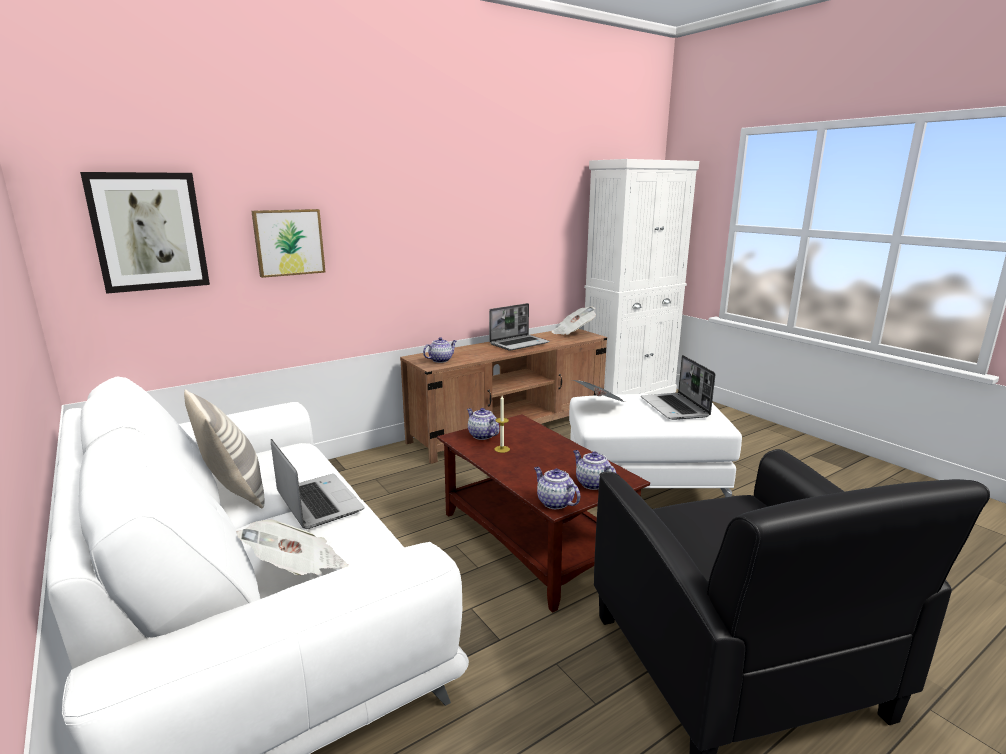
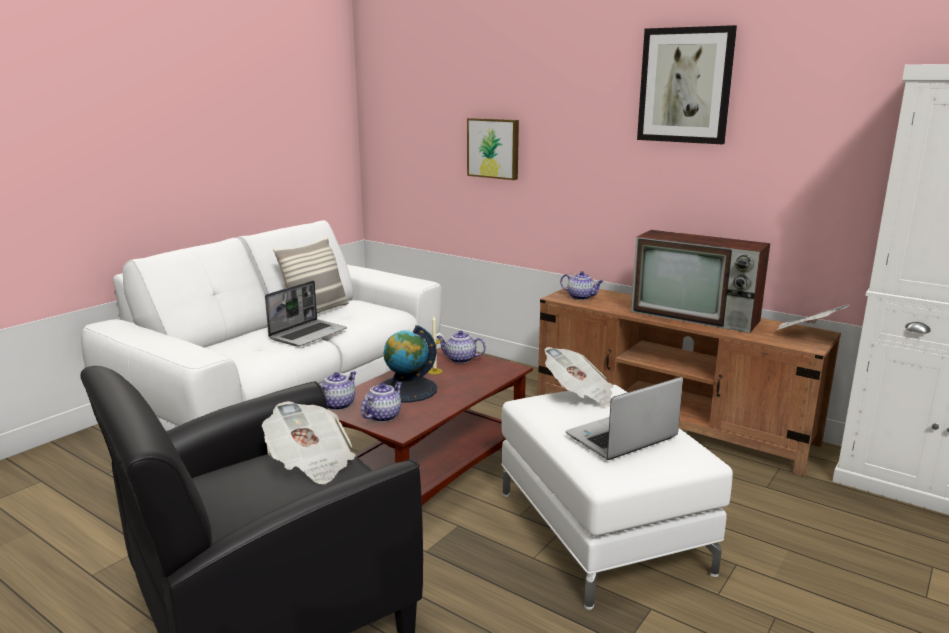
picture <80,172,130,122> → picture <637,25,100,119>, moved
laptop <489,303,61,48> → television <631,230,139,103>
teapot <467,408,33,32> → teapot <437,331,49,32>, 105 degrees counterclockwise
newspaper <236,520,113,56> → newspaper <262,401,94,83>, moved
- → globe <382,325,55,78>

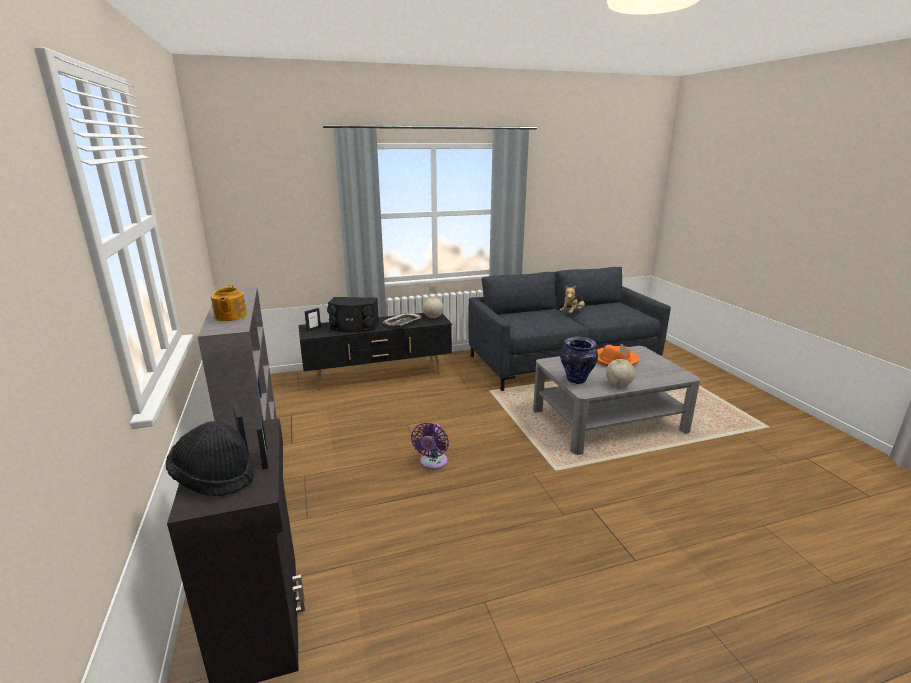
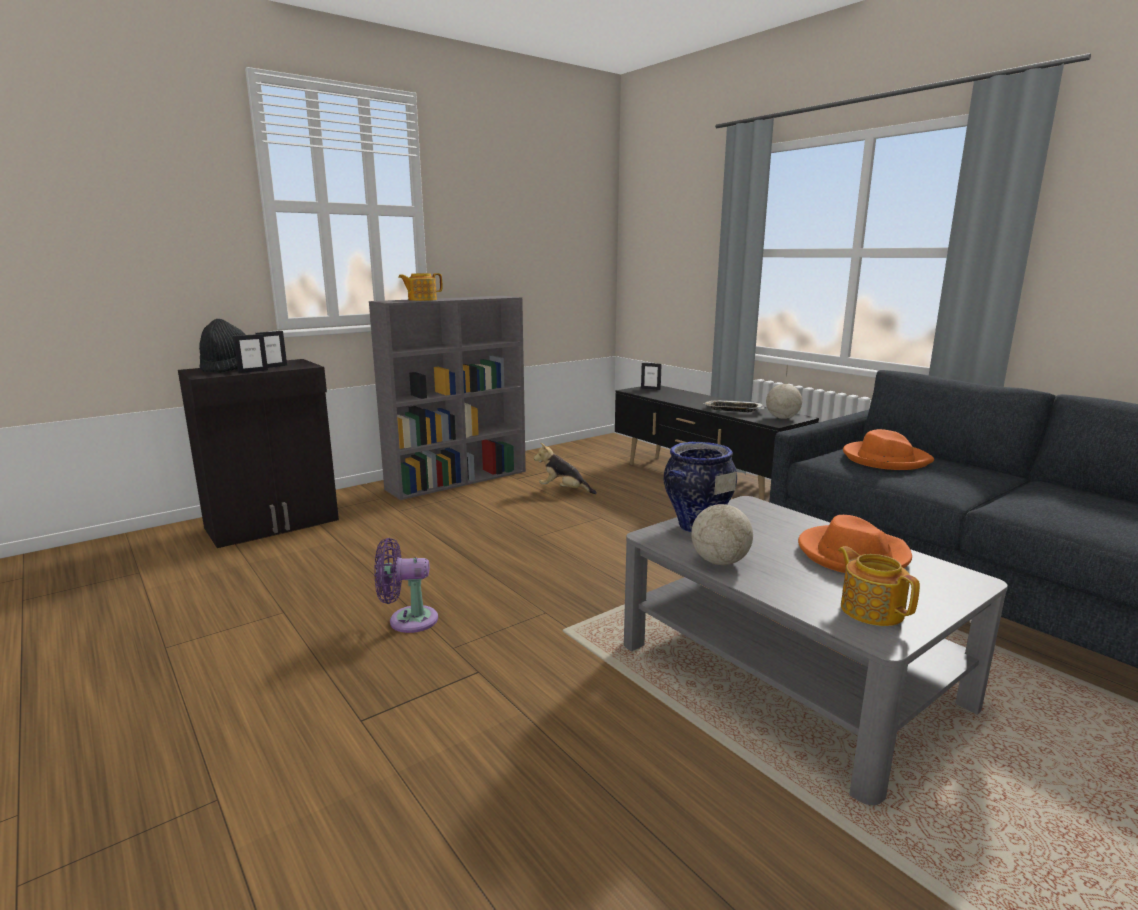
plush toy <560,286,25,27> → plush toy <534,443,63,51>, moved
speaker in black <327,297,52,36> → -
fan in purple <411,422,38,48> → fan in purple <374,538,64,95>, moved
- → hat in orange <843,429,91,41>
- → teapot <838,546,82,80>

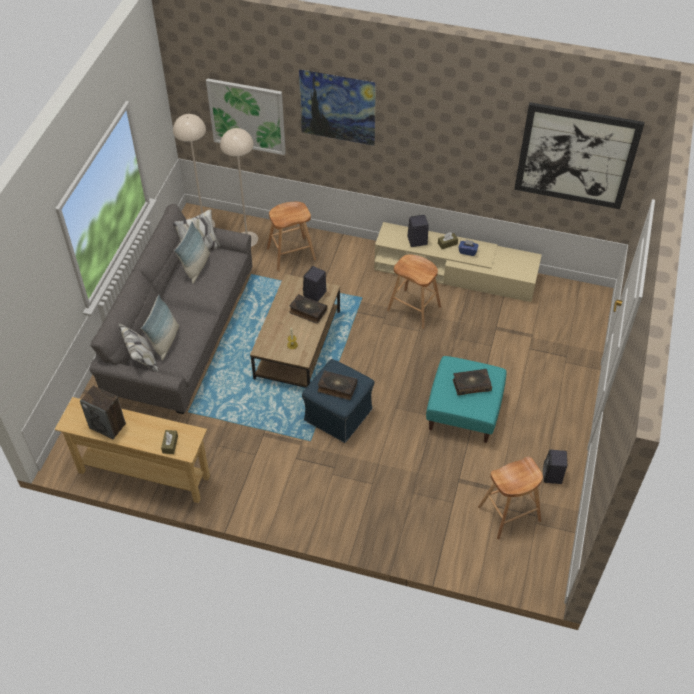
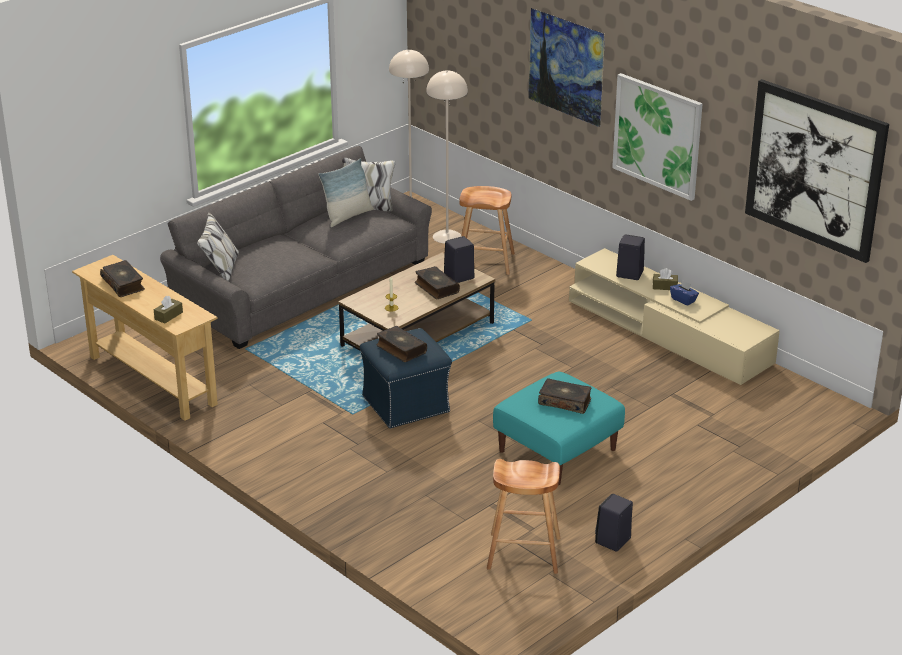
picture <206,78,80,77> → picture <612,73,91,128>, moved
stool in brown <387,254,54,75> → -
pillow <141,294,38,67> → -
speaker <80,386,46,54> → book <100,260,45,37>

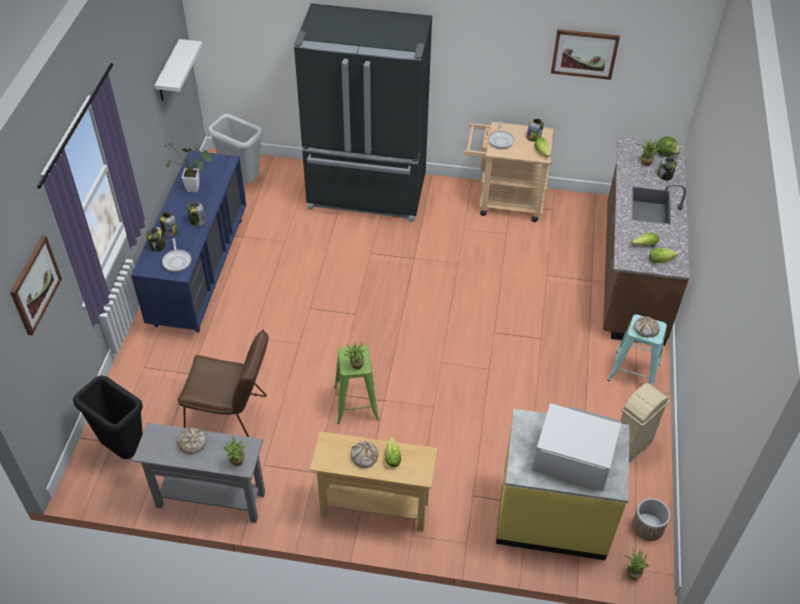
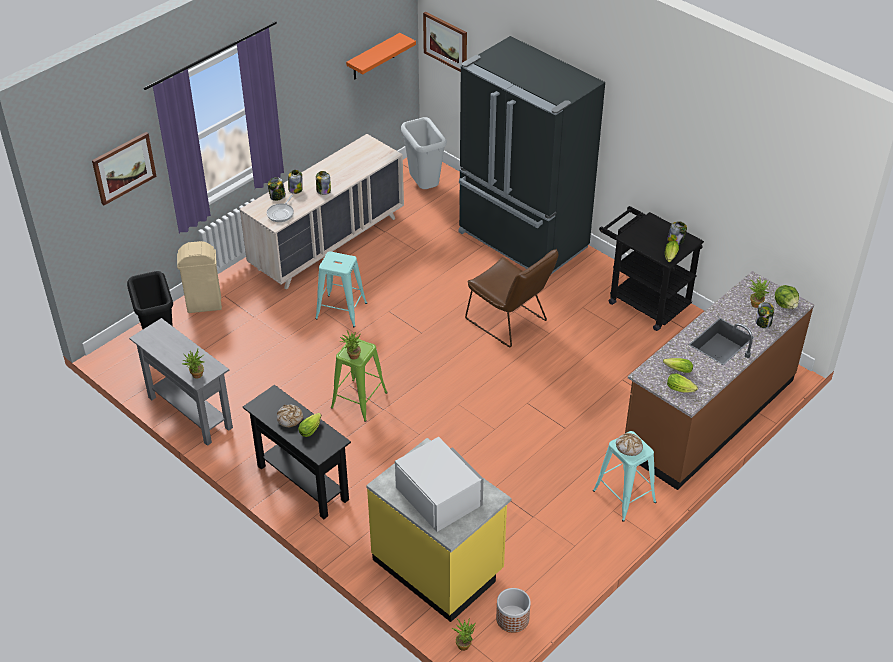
picture <551,29,69,51> → picture <423,12,44,60>, moved
shelf in white <155,39,48,62> → shelf in orange <346,33,70,47>
frying pan <488,121,26,28> → -
cart in beige <464,122,90,100> → cart in black <599,206,105,125>
potted plant <165,143,47,49> → -
dresser in blue <131,151,115,182> → dresser in beige <240,134,164,155>
chair in brown <177,329,92,108> → chair in brown <465,249,93,98>, moved
trash can in beige <620,383,49,80> → trash can in beige <177,241,45,72>, moved
bread <177,428,30,26> → -
console table in beige <310,431,128,101> → console table in black <243,385,108,134>
- → stool in turquoise <315,251,52,76>

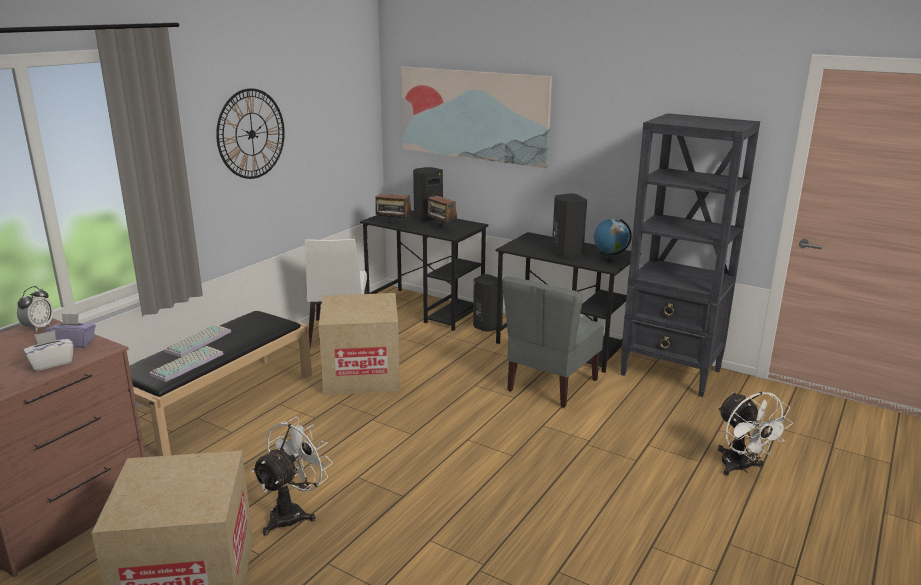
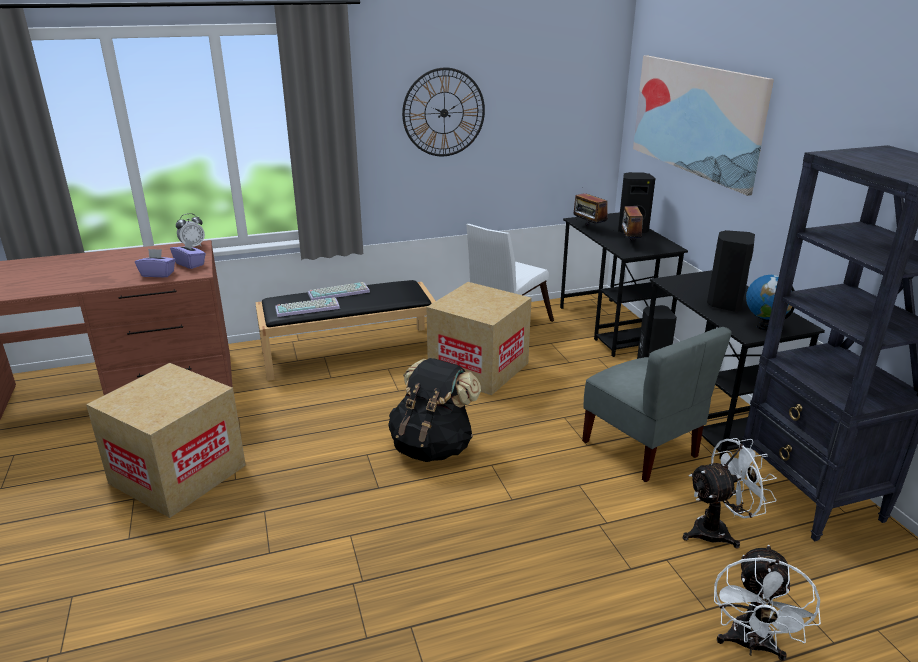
chair in grey <502,277,102,131> → chair in grey <582,327,150,155>, 105 degrees counterclockwise
tissue box in white <23,330,51,41> → tissue box in purple <135,249,40,28>
fan in white <251,417,82,119> → fan in white <683,438,94,111>, moved
- → backpack in black <388,358,93,104>

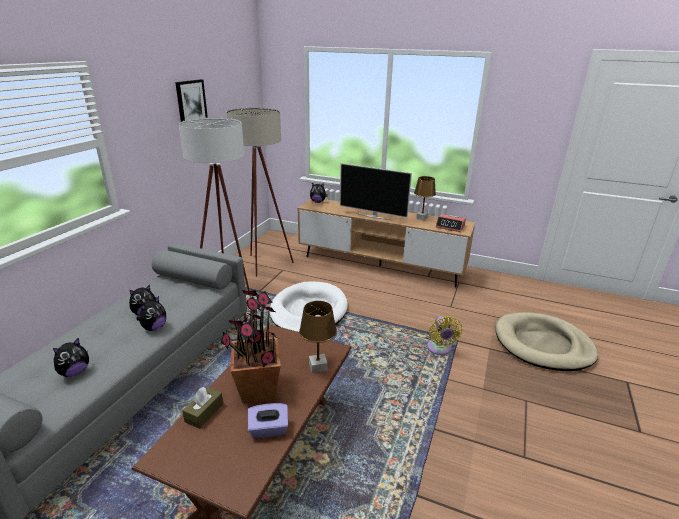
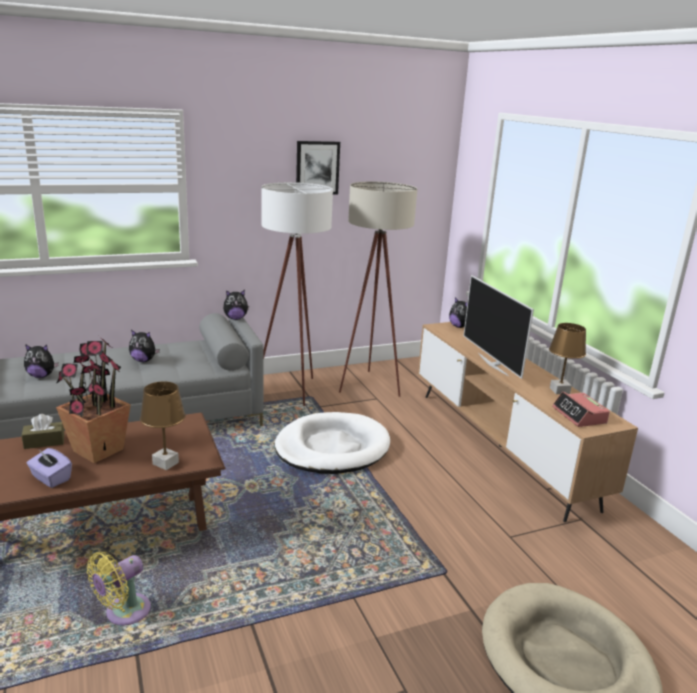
plush toy <137,296,29,35> → plush toy <223,290,26,30>, moved
fan in yellow <427,316,35,39> → fan in yellow <87,552,64,73>, moved

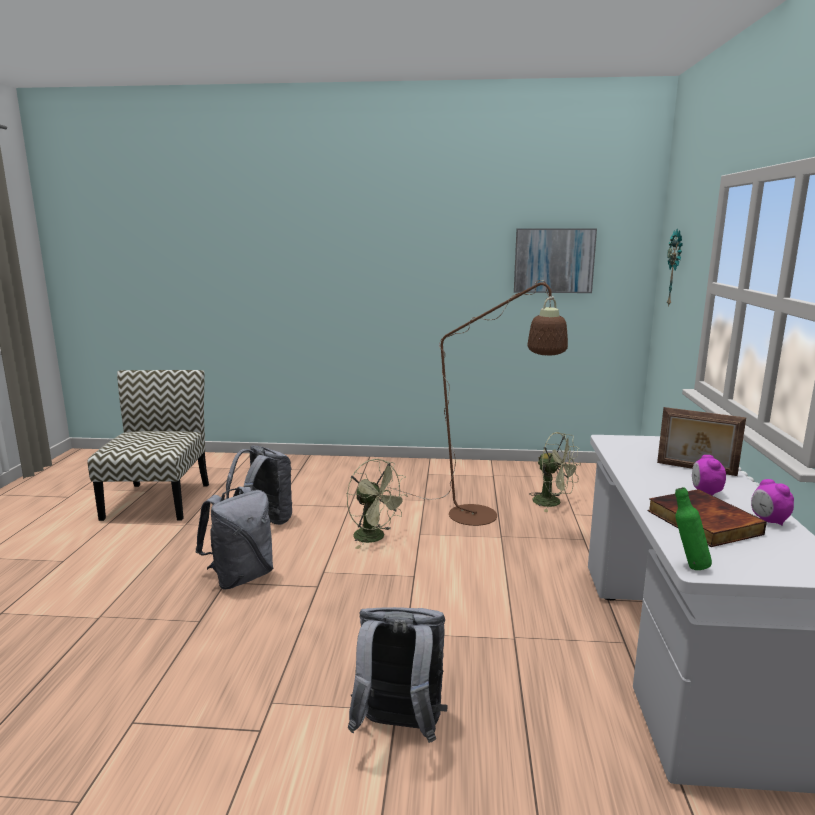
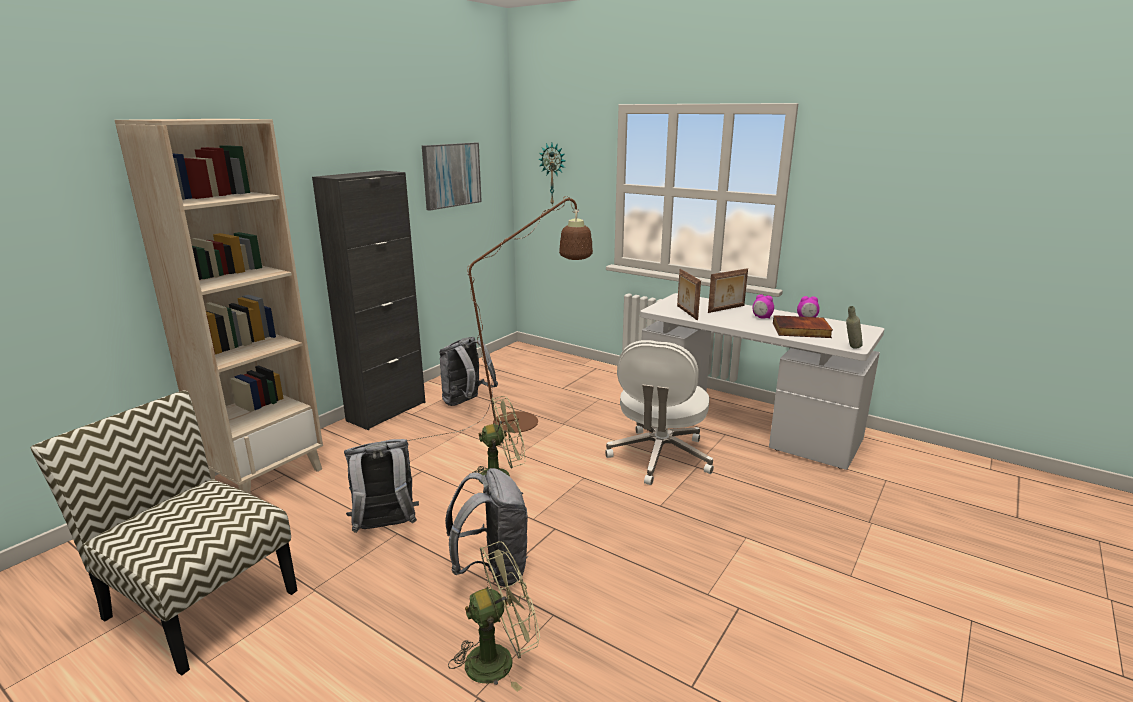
fan in green <530,432,51,80> → fan in green <448,541,92,151>, moved
bottle in green <675,487,37,83> → bottle in grey <846,306,17,43>
backpack in grey <348,607,100,136> → backpack in grey <439,337,59,69>, moved
- → bookcase in beige <115,119,208,375>
- → cabinet in black <312,170,114,260>
- → picture frame <677,269,24,51>
- → office chair in white <605,340,109,145>

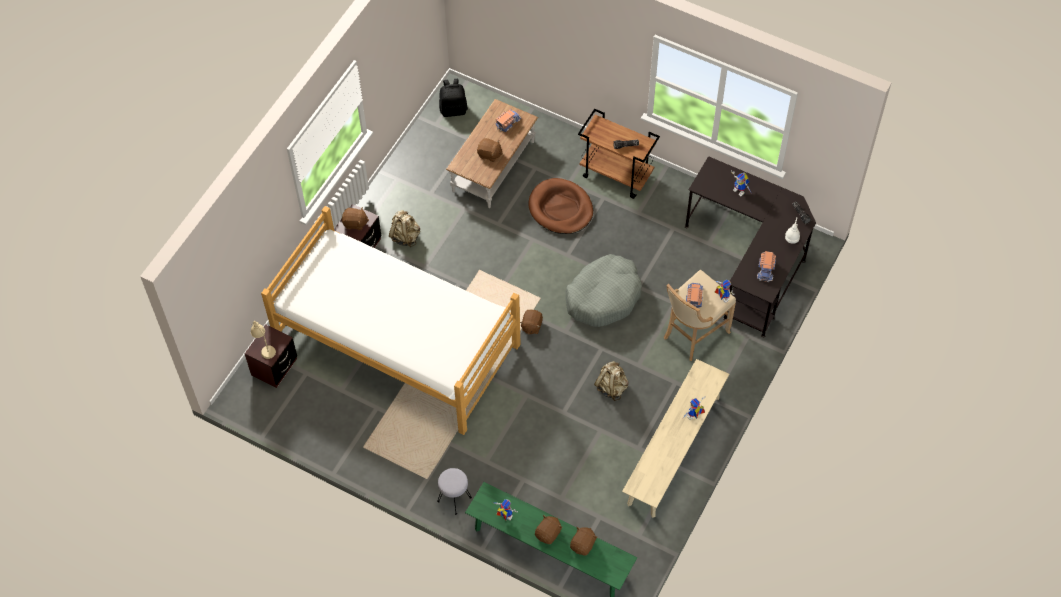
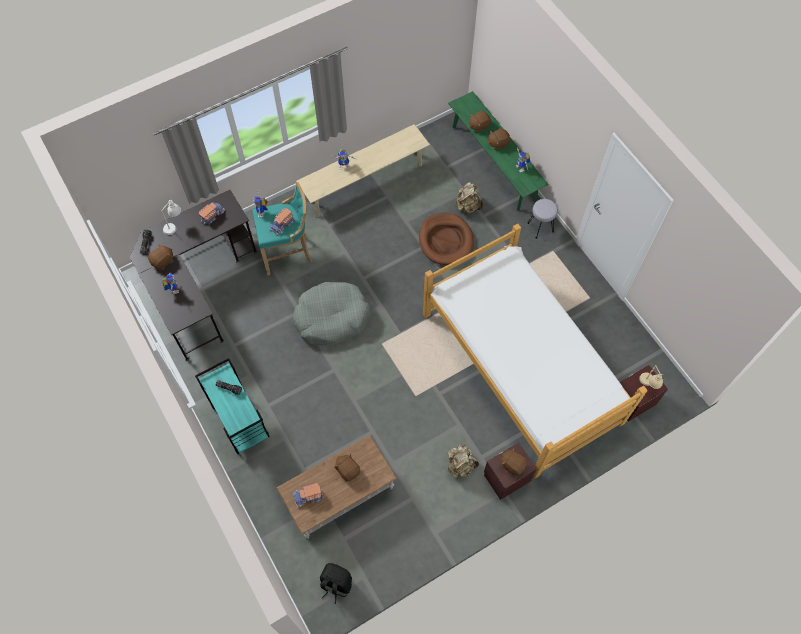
cart in brown <578,109,82,90> → cart in turquoise <195,358,75,96>
dog bed in brown <529,178,64,56> → dog bed in brown <419,213,55,52>, moved
stool in beige <664,270,72,91> → stool in turquoise <252,182,60,94>
plush toy in brown <520,309,23,26> → plush toy in brown <148,245,25,25>, moved
backpack in beige <594,361,34,40> → backpack in beige <456,182,27,31>, moved

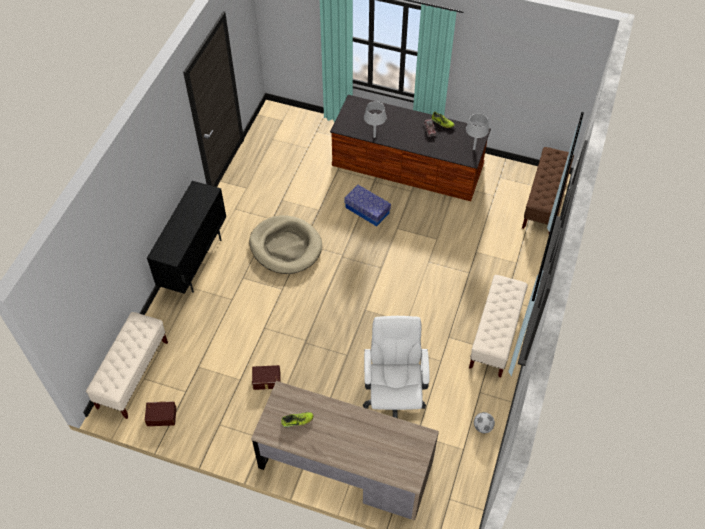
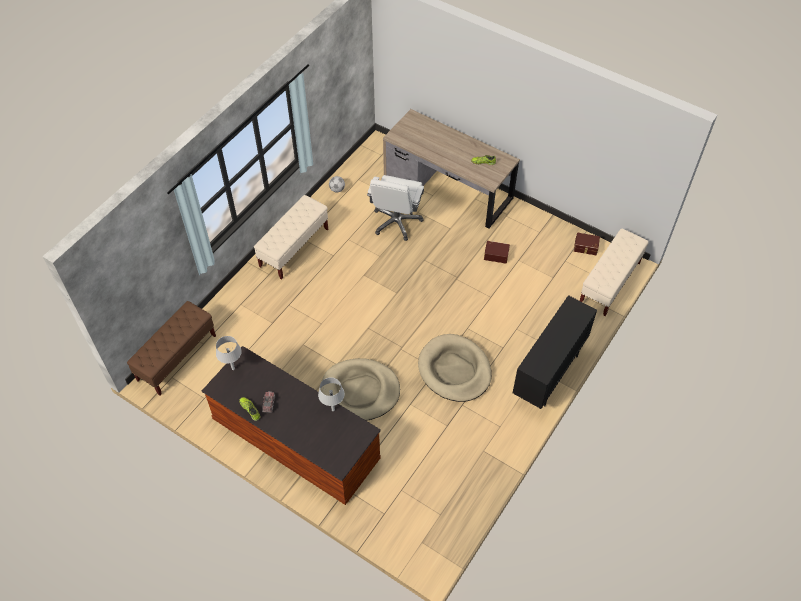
storage box <344,185,47,42> → dog bed in beige <321,358,79,63>

